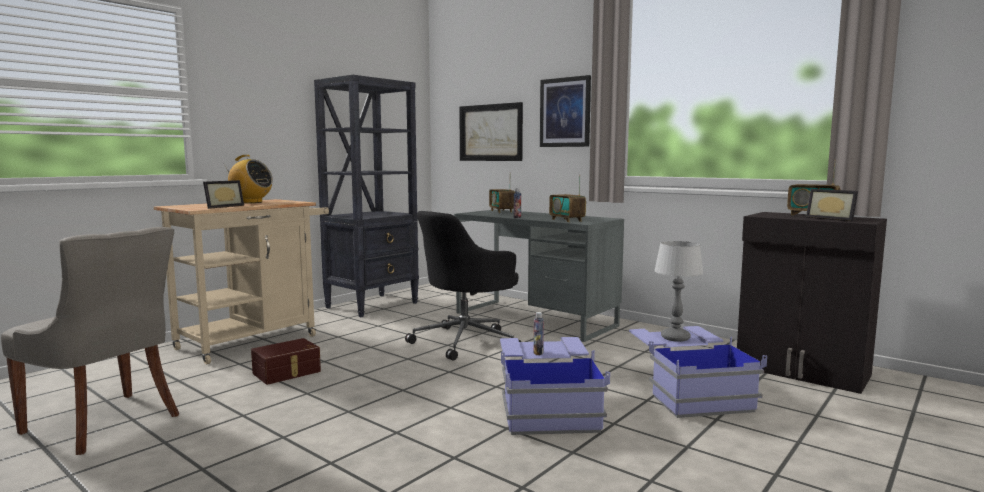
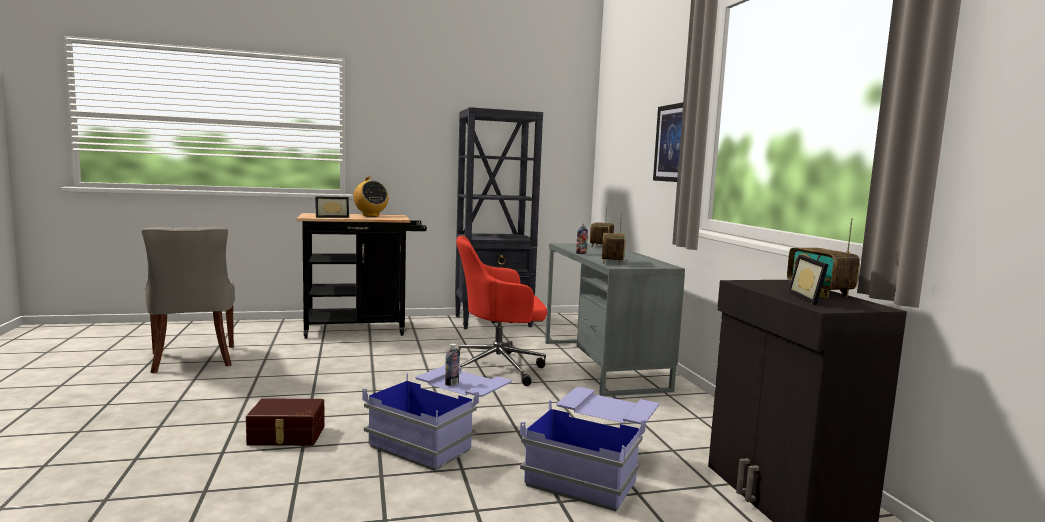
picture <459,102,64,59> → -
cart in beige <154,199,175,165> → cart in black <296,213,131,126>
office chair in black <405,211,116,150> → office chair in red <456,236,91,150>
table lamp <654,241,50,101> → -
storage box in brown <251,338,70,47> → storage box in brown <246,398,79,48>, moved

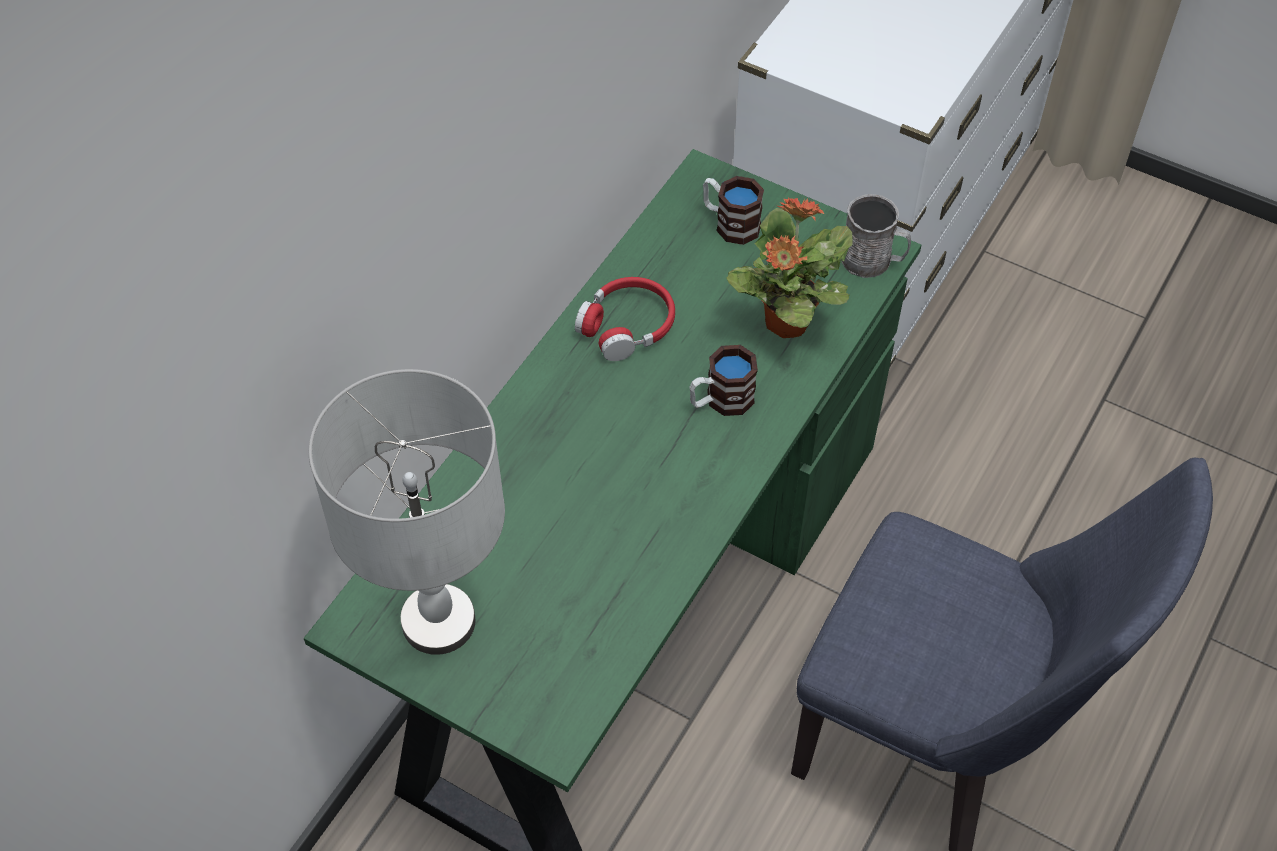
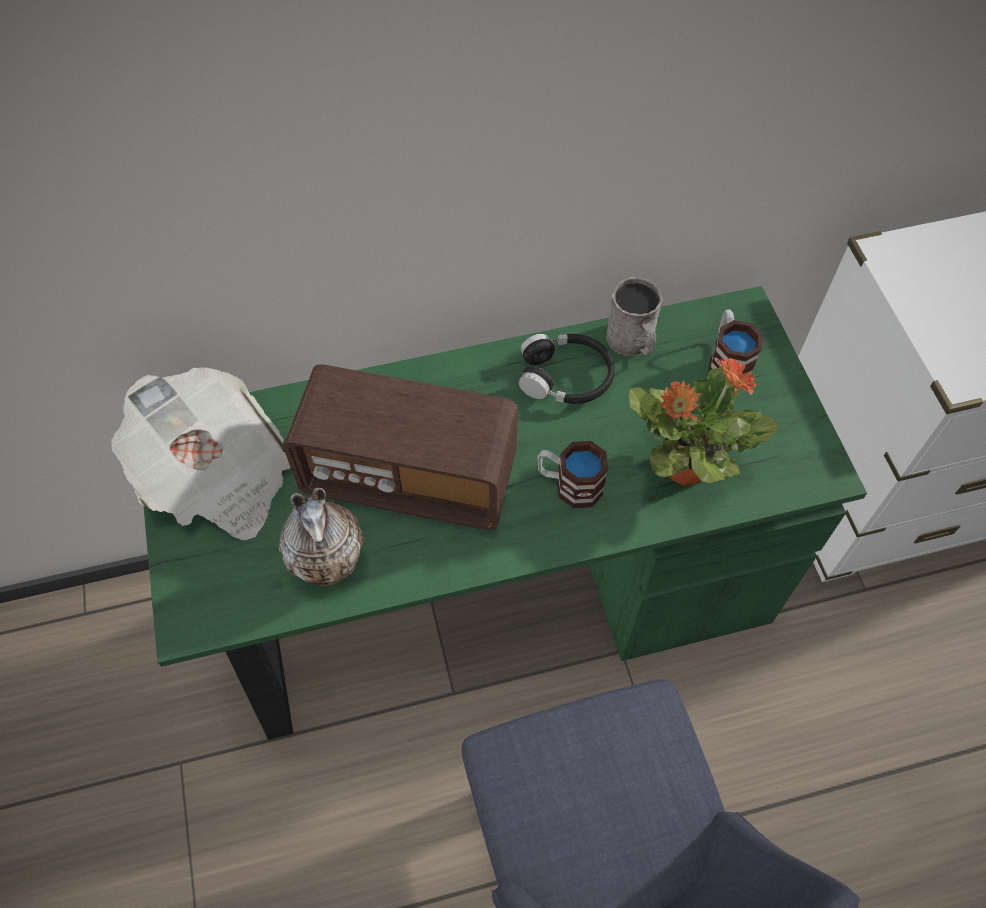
mug in grey <842,194,69,84> → mug in grey <606,277,57,79>, moved
headphones in red <575,277,100,84> → headphones in black <519,334,96,70>
table lamp in grey <309,369,196,286> → newspaper <111,367,179,173>
- → radio <283,364,235,166>
- → vase <279,488,85,98>

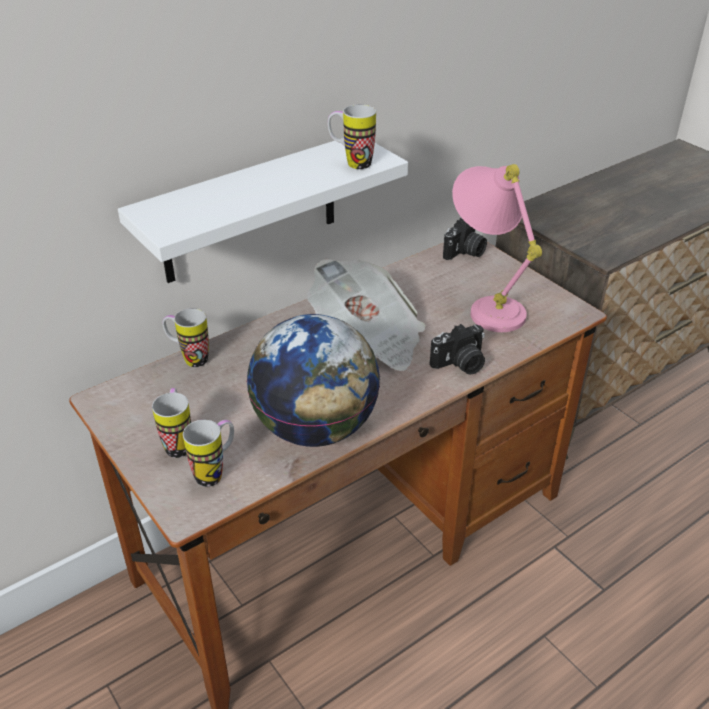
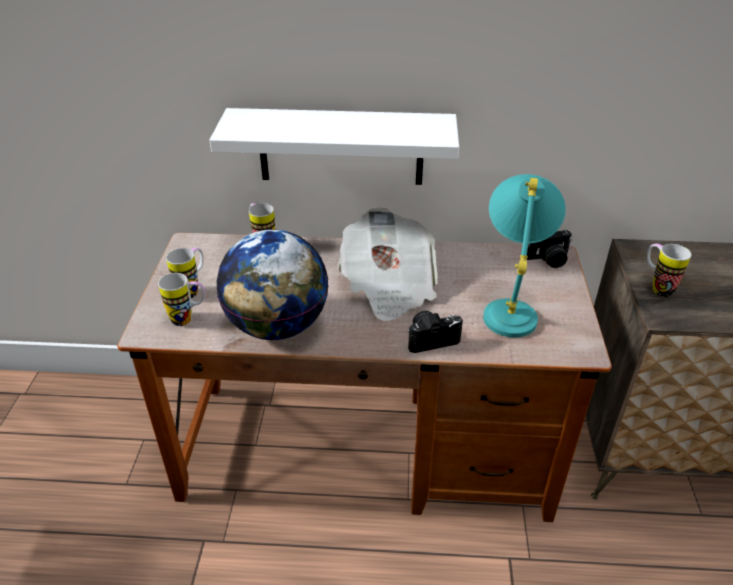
mug <328,104,48,65> → mug <647,244,44,53>, moved
table lamp in pink <452,164,90,168> → table lamp in turquoise <483,174,83,163>
photo camera <430,324,55,51> → photo camera <408,311,55,42>, 150 degrees clockwise

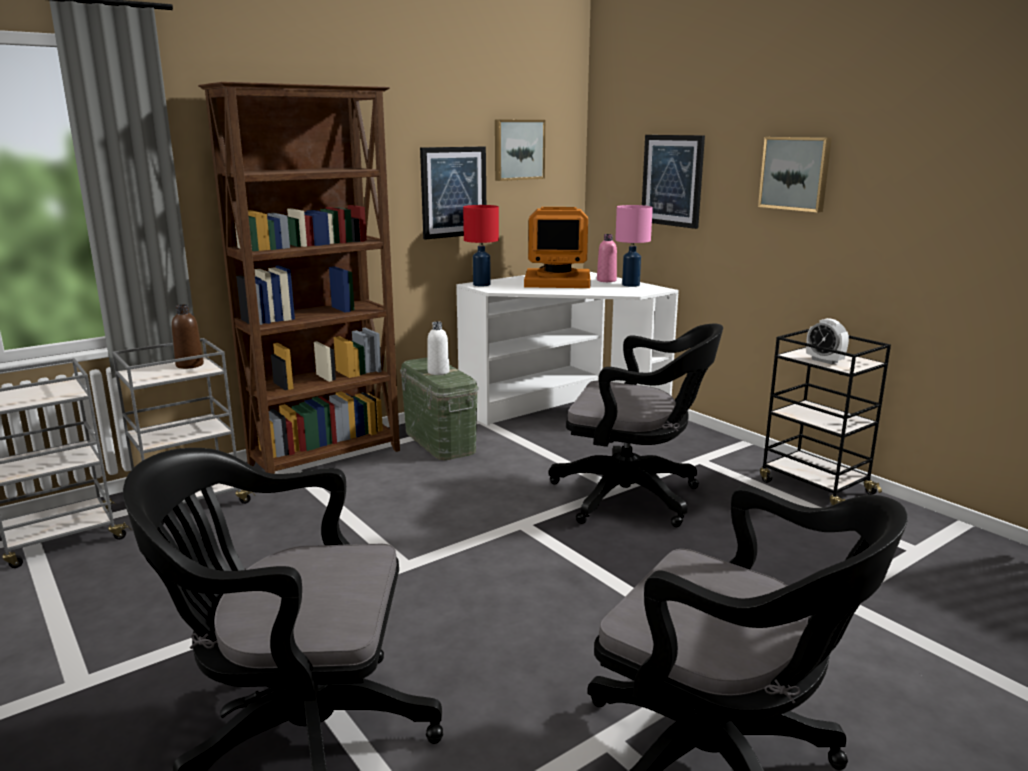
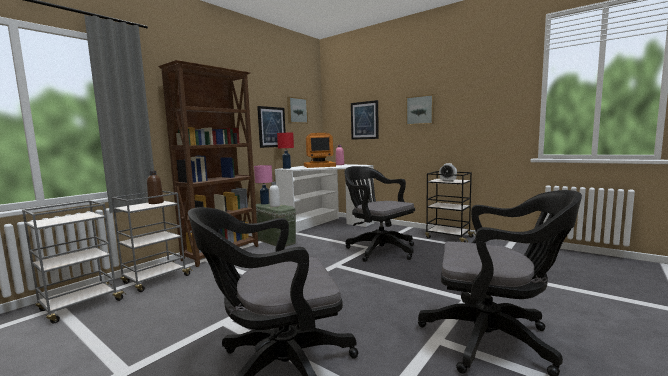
table lamp in pink <615,205,38,82> → table lamp in pink <254,165,19,40>, moved
office chair in black <549,324,174,203> → office chair in black <344,166,71,96>, 135 degrees counterclockwise

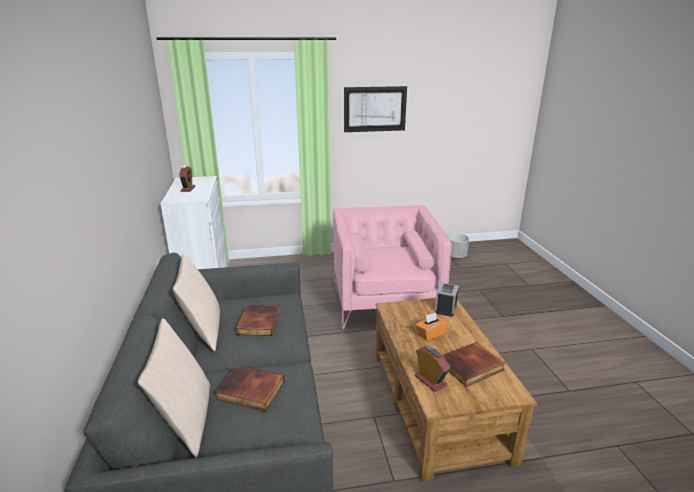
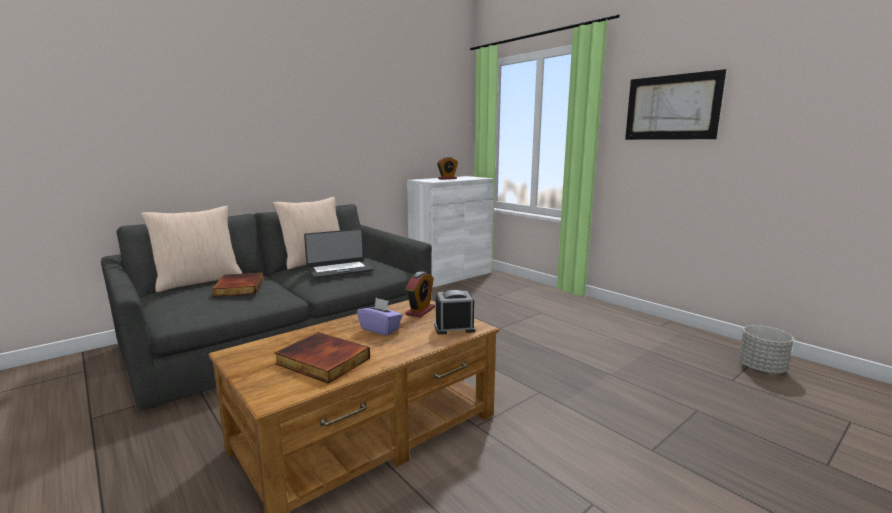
armchair in pink <333,205,119,124> → -
book <236,305,44,31> → laptop <304,229,70,50>
tissue box in orange <415,312,34,29> → tissue box in purple <357,298,46,37>
alarm clock <415,346,35,46> → alarm clock <406,271,29,47>, moved

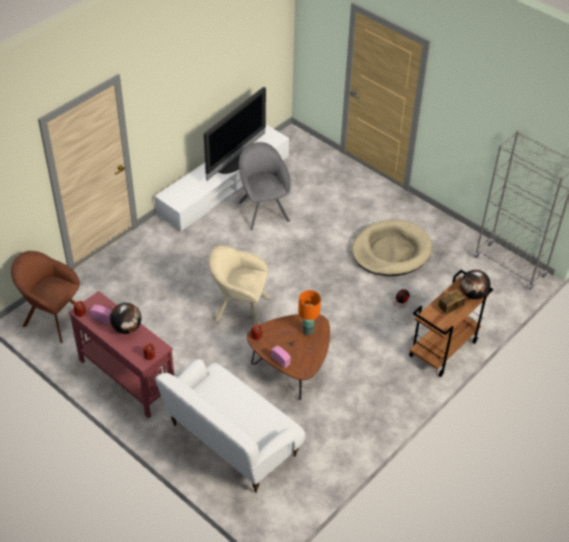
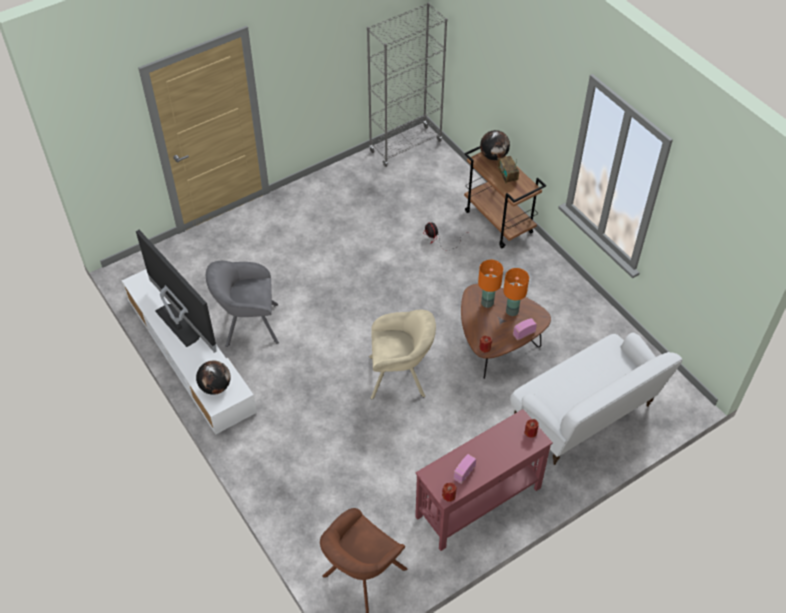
dog bed in beige <352,220,80,56> → -
armchair in beige <209,245,62,80> → armchair in beige <369,310,67,89>, 120 degrees counterclockwise
globe <110,303,31,31> → globe <196,360,35,35>, moved
- → table lamp in orange <503,268,26,48>

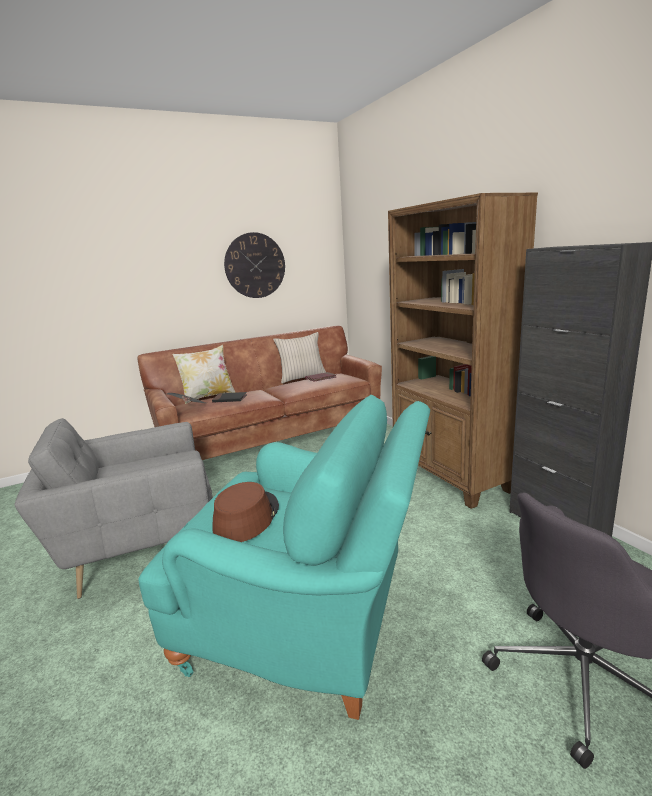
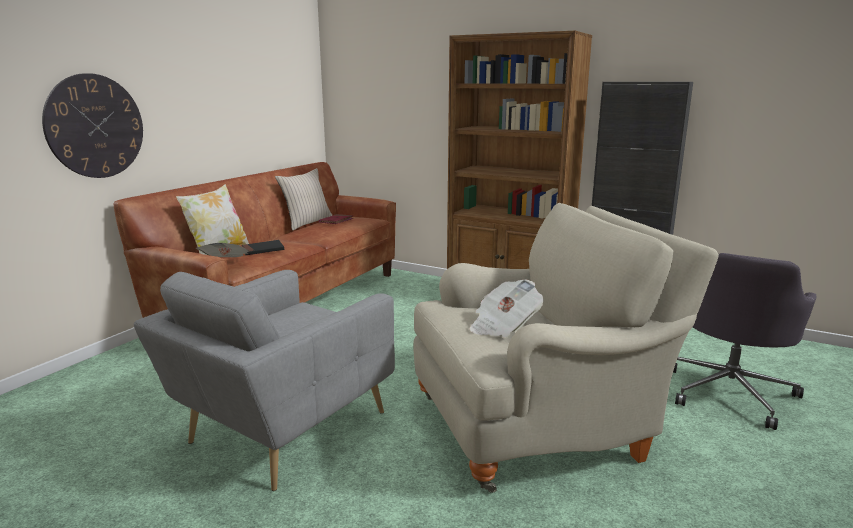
wall clock <224,232,61,66> → wall clock <42,73,101,105>, moved
armchair in turquoise <138,395,292,325> → armchair in beige <413,203,306,290>
hat in brown <212,482,67,60> → newspaper <470,280,74,57>

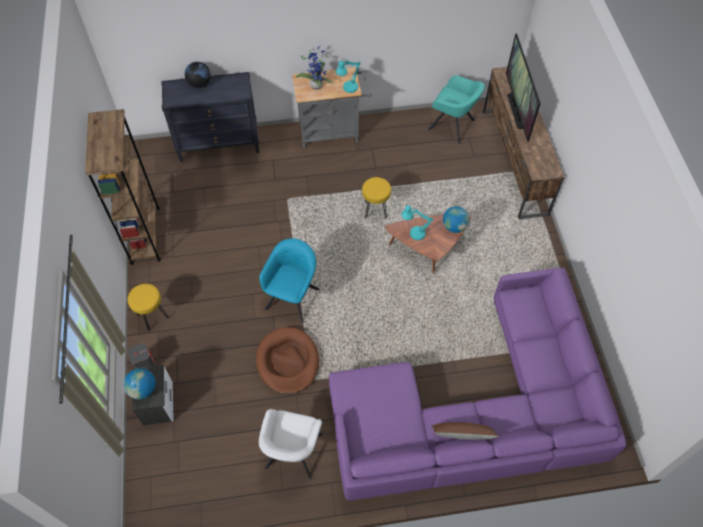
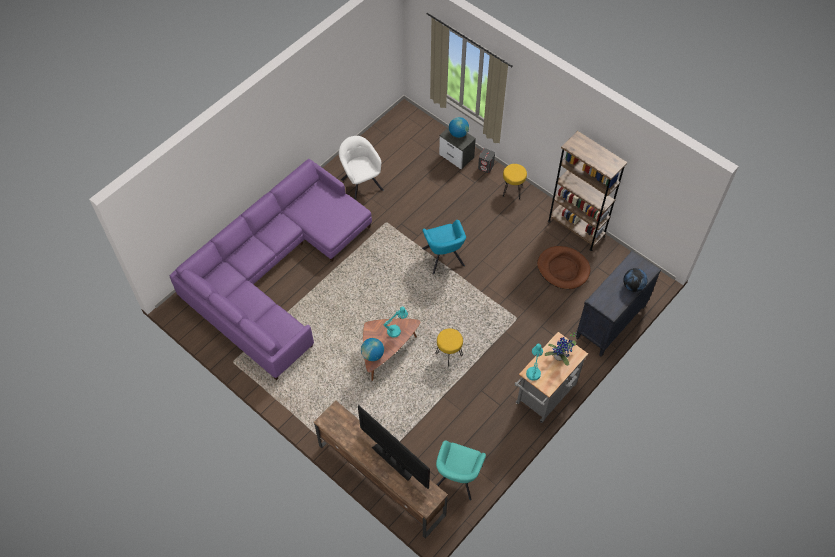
armchair in turquoise <427,75,58,69> → armchair in turquoise <436,440,50,61>, 60 degrees counterclockwise
dog bed in brown <256,327,63,67> → dog bed in brown <537,246,54,43>, moved
pillow in brown <431,422,68,18> → -

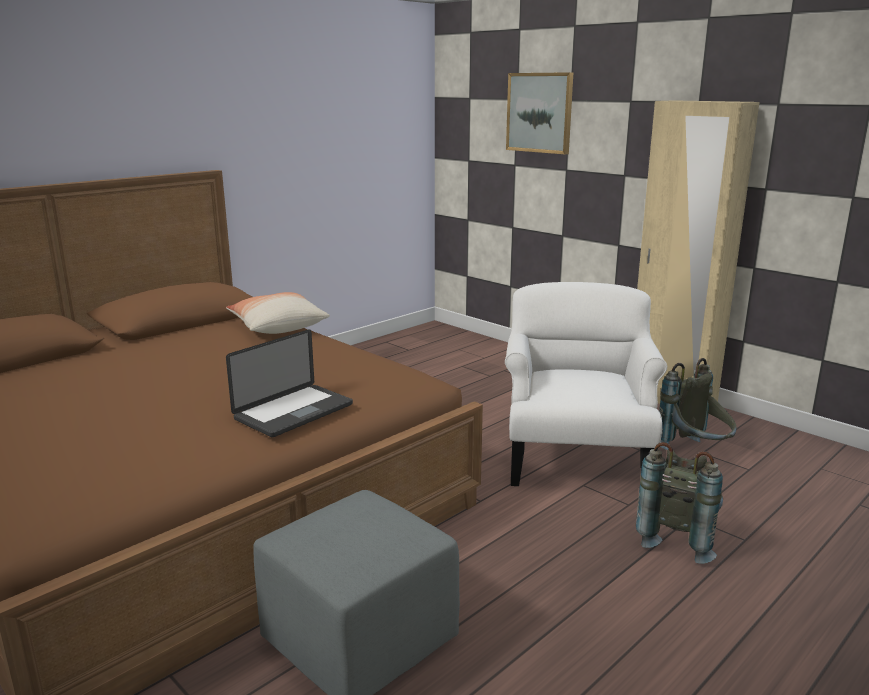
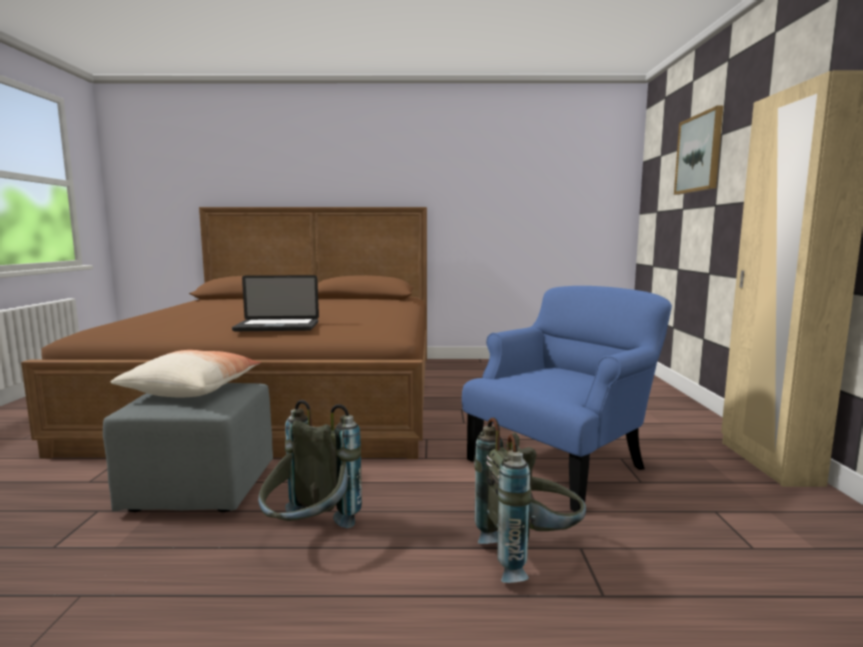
armchair in white <505,282,162,204> → armchair in blue <462,286,210,226>
pillow <226,292,104,42> → pillow <111,350,150,47>, moved
backpack in grey <659,358,77,92> → backpack in grey <258,400,104,128>, moved

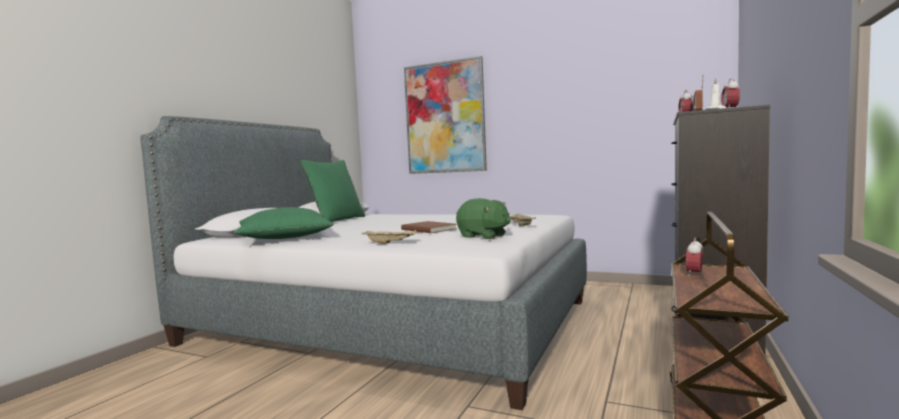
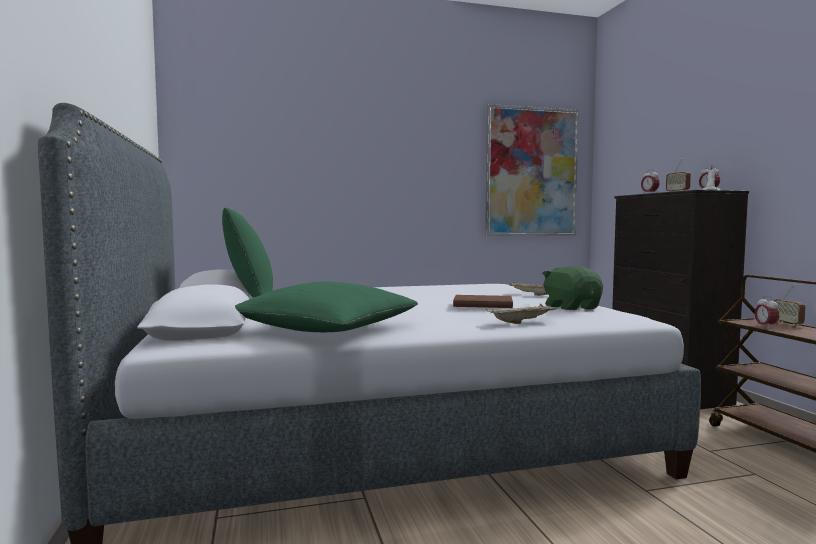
picture <404,56,83,118> → picture <485,104,94,132>, moved
plush toy in green <456,198,55,41> → plush toy in green <542,266,61,44>, 105 degrees counterclockwise
- → radio <775,284,31,42>

